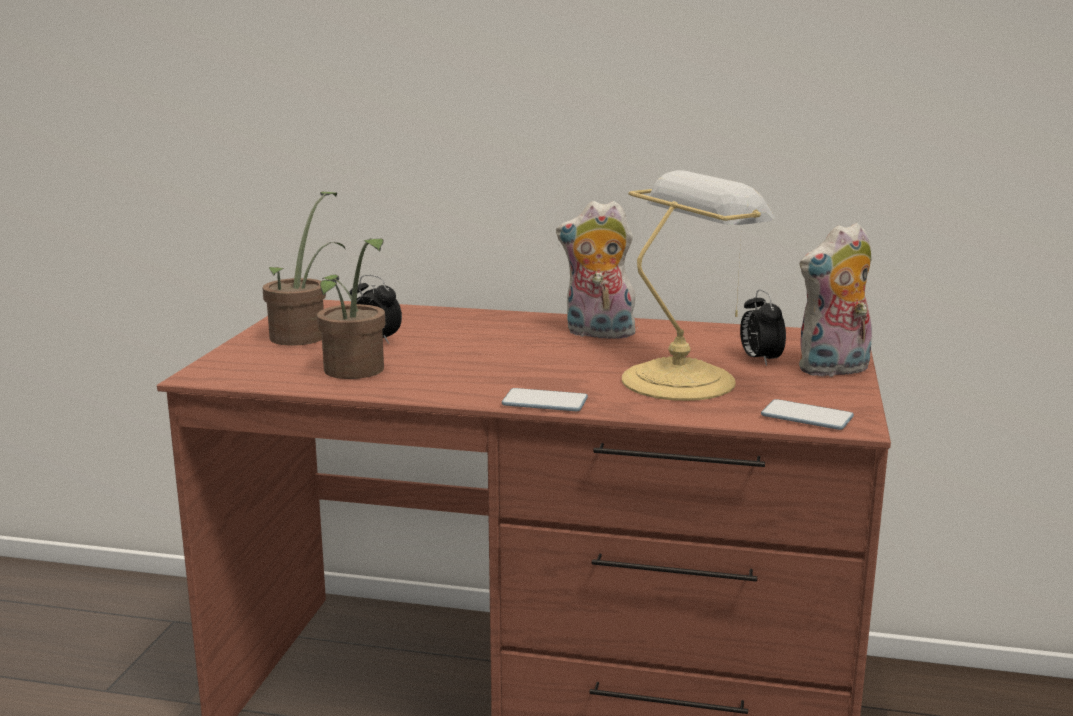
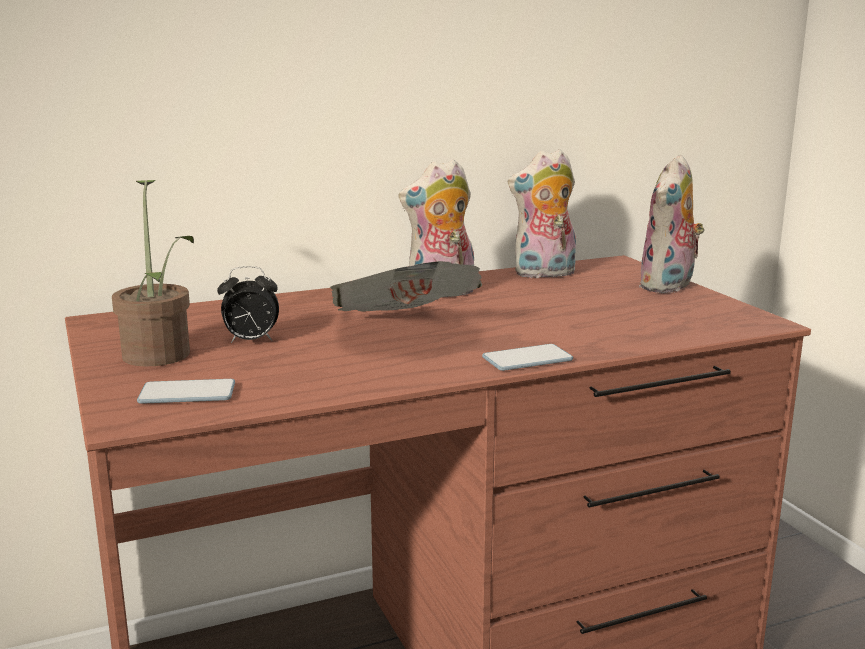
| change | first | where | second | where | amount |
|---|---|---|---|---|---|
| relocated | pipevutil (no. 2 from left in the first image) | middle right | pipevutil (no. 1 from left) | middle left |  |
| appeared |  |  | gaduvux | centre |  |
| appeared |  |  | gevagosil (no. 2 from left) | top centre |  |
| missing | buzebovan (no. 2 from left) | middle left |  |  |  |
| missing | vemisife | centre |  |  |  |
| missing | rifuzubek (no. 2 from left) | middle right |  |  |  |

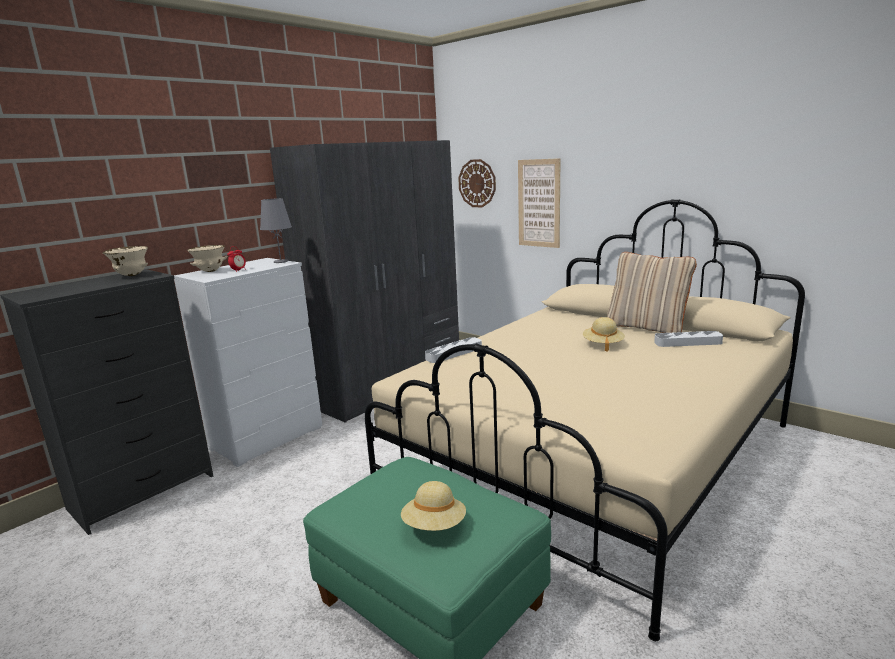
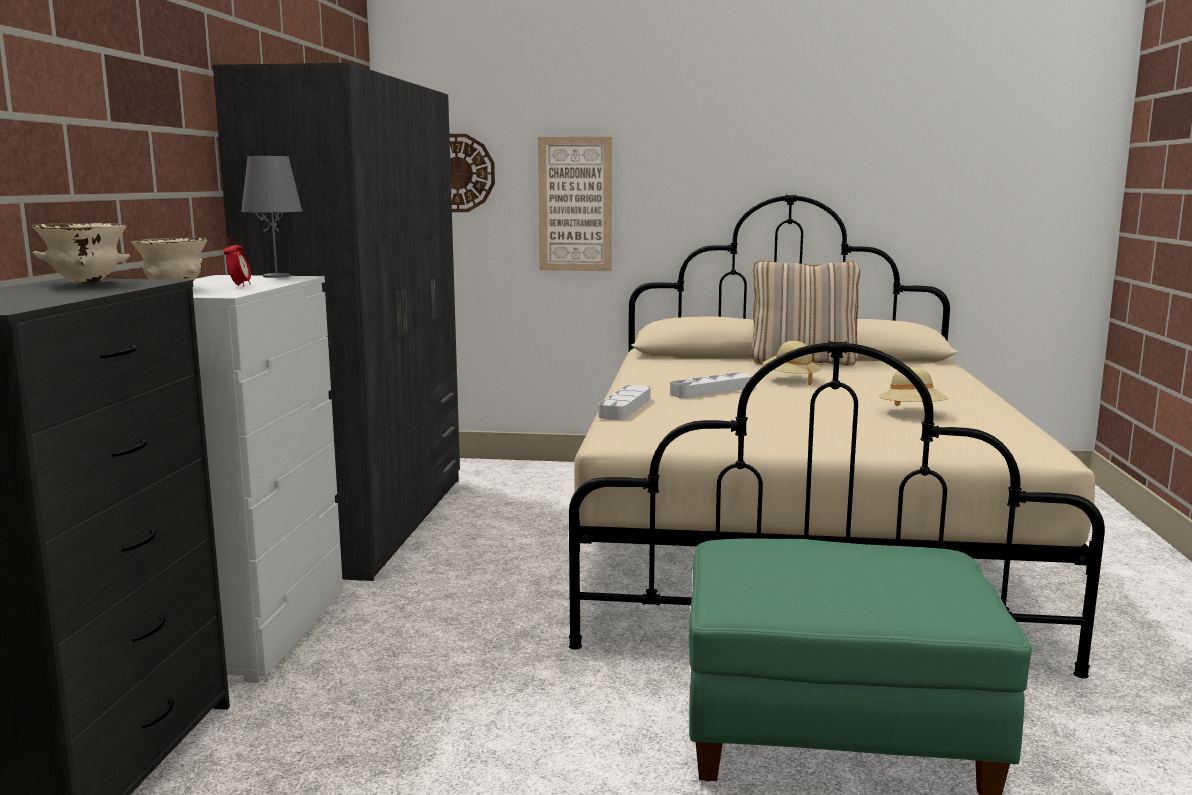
| change | first | where | second | where | amount |
|---|---|---|---|---|---|
| relocated | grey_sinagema (no. 2 from left) | middle right |  | centre |  |
| relocated | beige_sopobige (no. 1 from left in the first image) | bottom centre | beige_sopobige (no. 2 from left) | middle right |  |

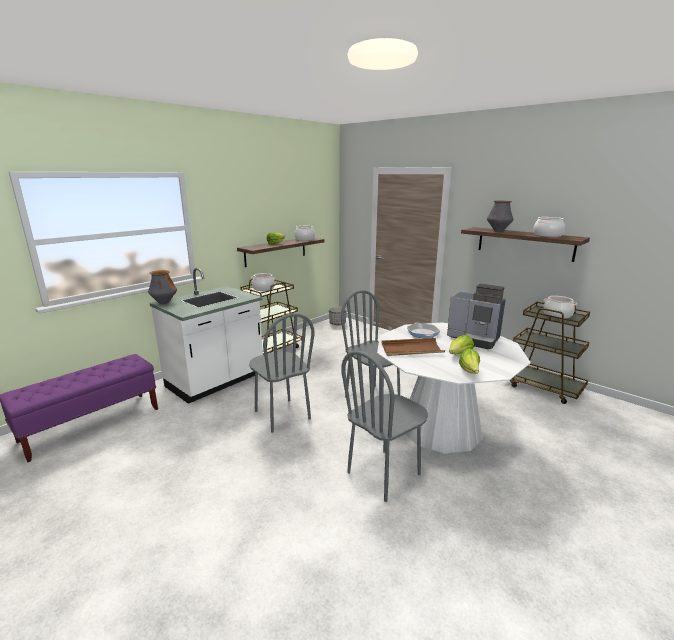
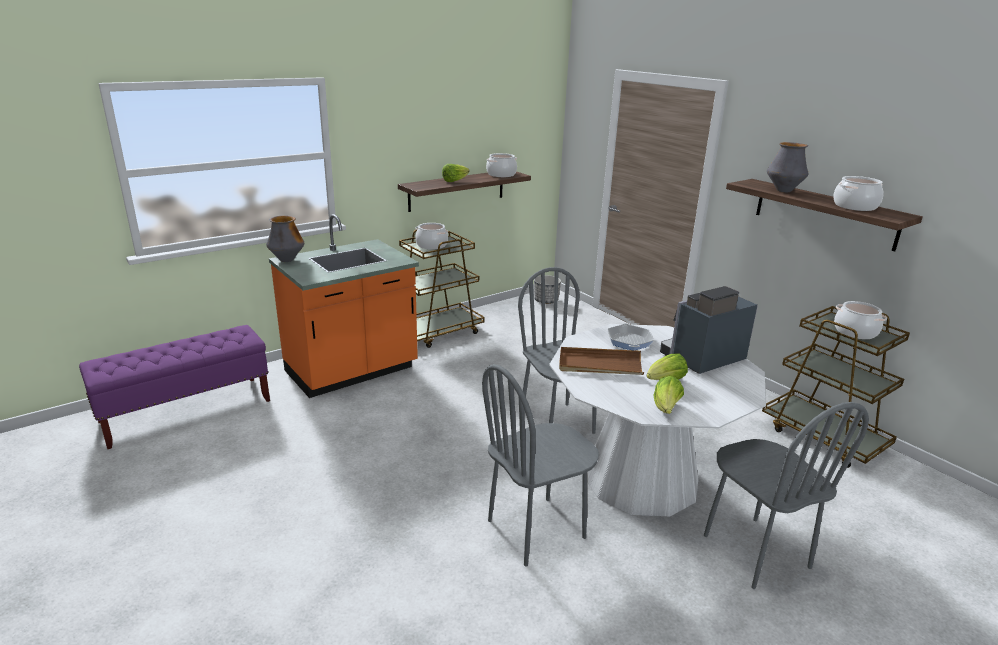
| change | first | where | second | where | amount |
|---|---|---|---|---|---|
| colour | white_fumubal | middle left | orange_fumubal | centre |  |
| spun | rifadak | middle right |  | middle right | 105 degrees clockwise |
| relocated | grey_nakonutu (no. 1 from left in the first image) | centre | grey_nakonutu (no. 3 from left) | bottom right |  |

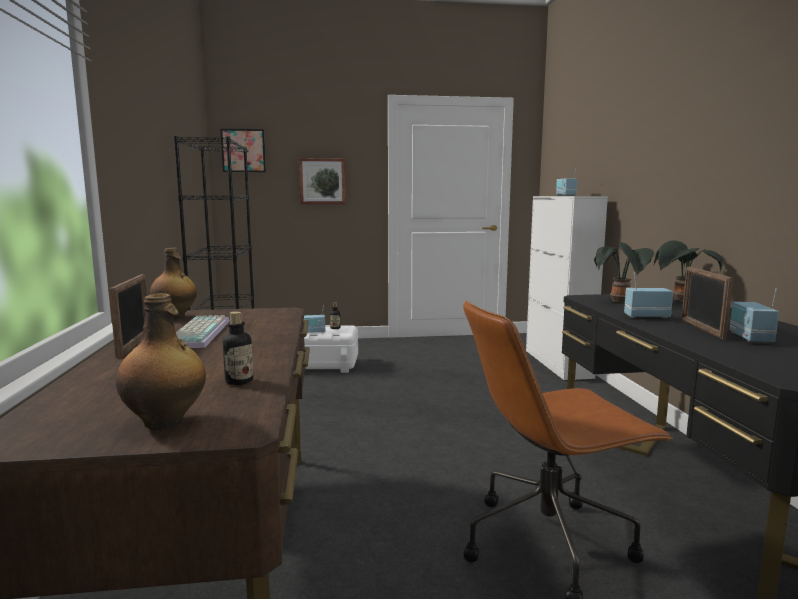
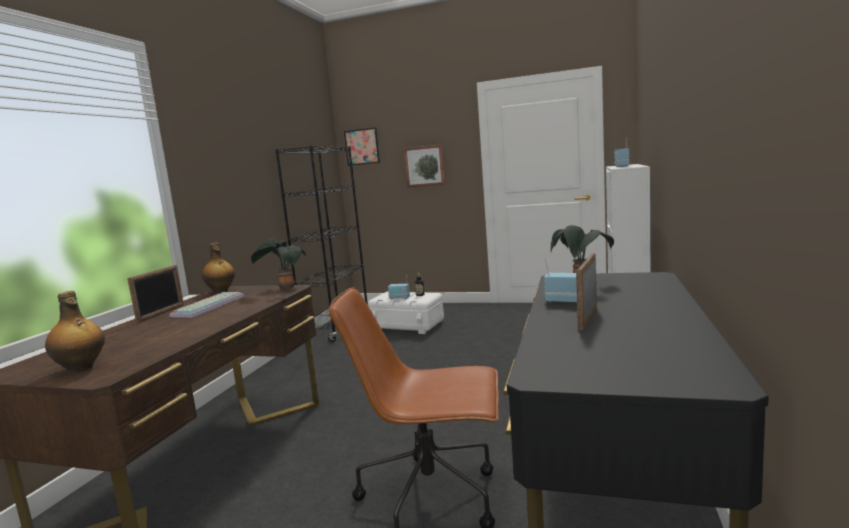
| change | first | where | second | where | amount |
|---|---|---|---|---|---|
| relocated | buzebovan (no. 2 from left in the first image) | middle right | buzebovan (no. 1 from left) | middle left |  |
| missing | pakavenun (no. 3 from left) | middle left |  |  |  |
| missing | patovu (no. 4 from left) | middle right |  |  |  |

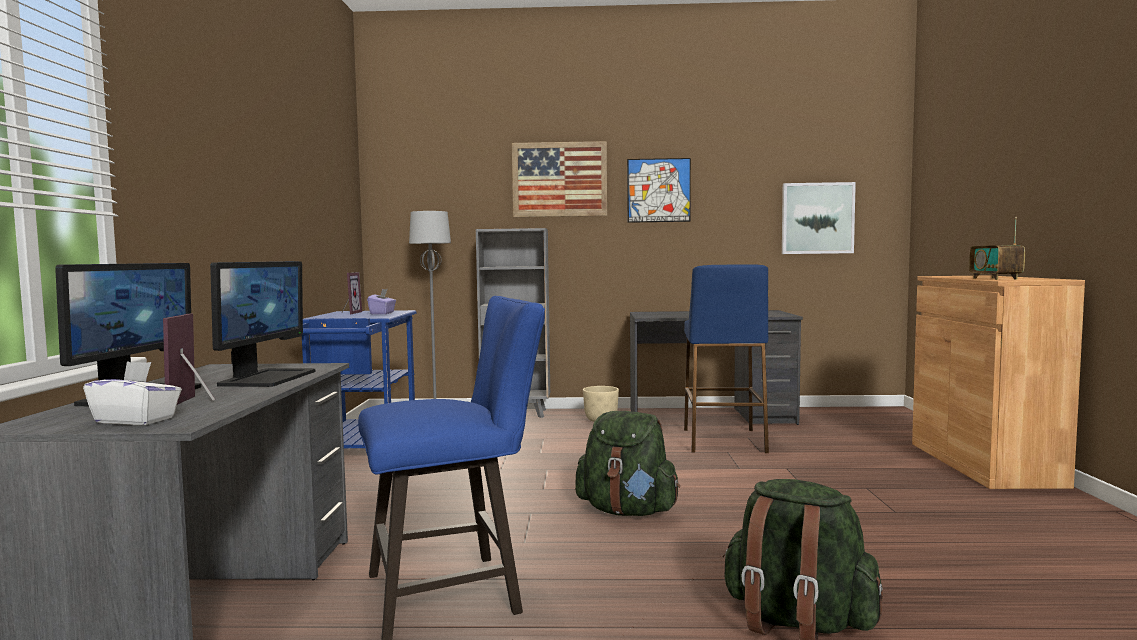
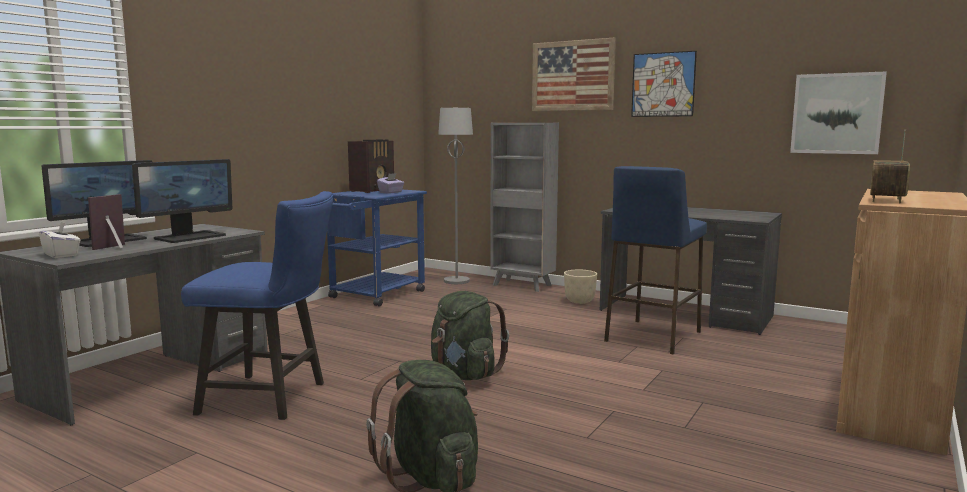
| change | first | where | second | where | amount |
|---|---|---|---|---|---|
| exchanged | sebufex (no. 2 from left) | middle left | patovu (no. 1 from left) | centre |  |

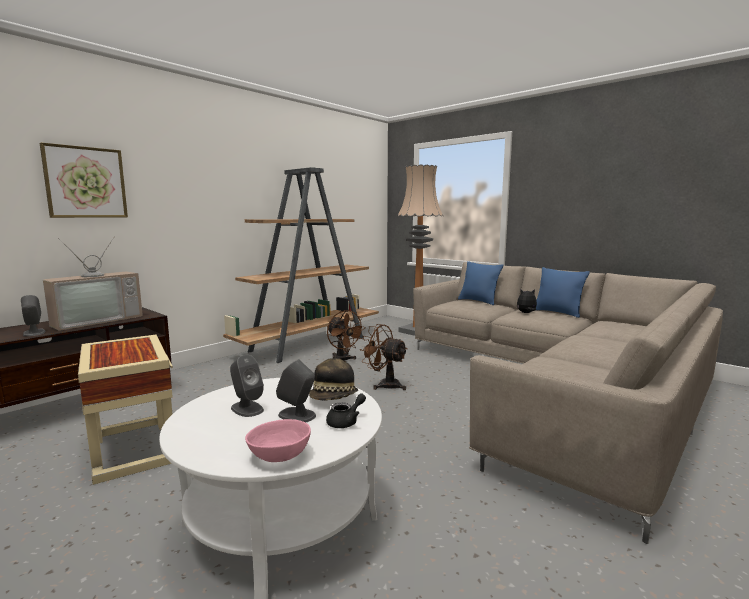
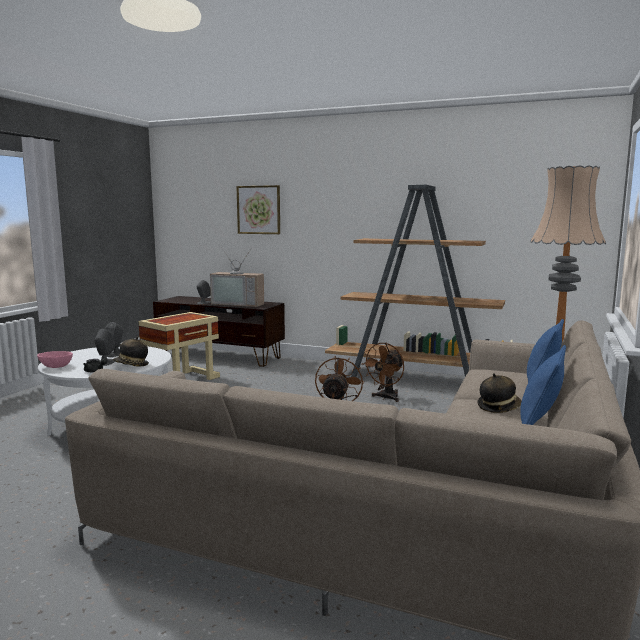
| change | first | where | second | where | amount |
|---|---|---|---|---|---|
| exchanged | gevagosil | middle right | sopobige (no. 2 from left) | middle right |  |

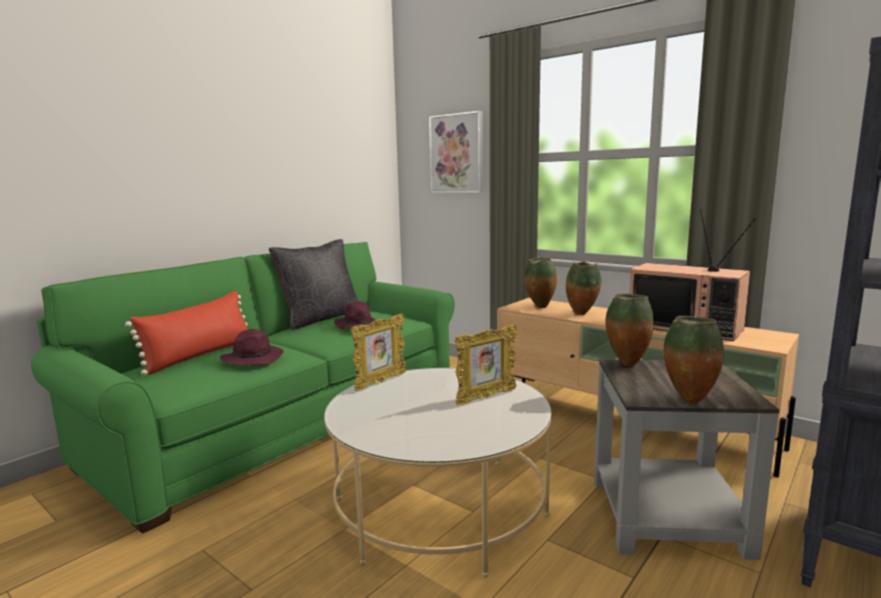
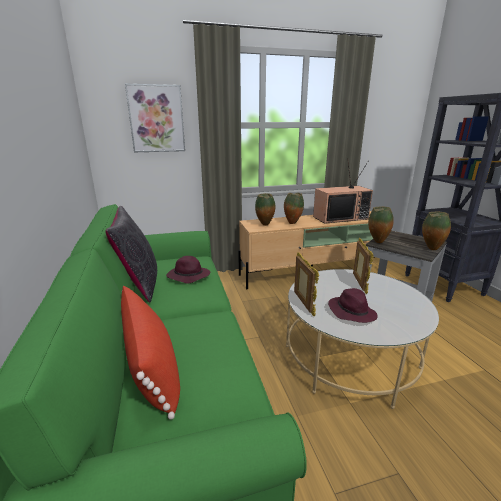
| change | first | where | second | where | amount |
|---|---|---|---|---|---|
| relocated | purple_sopobige (no. 1 from left in the first image) | middle left | purple_sopobige (no. 2 from left) | middle right |  |

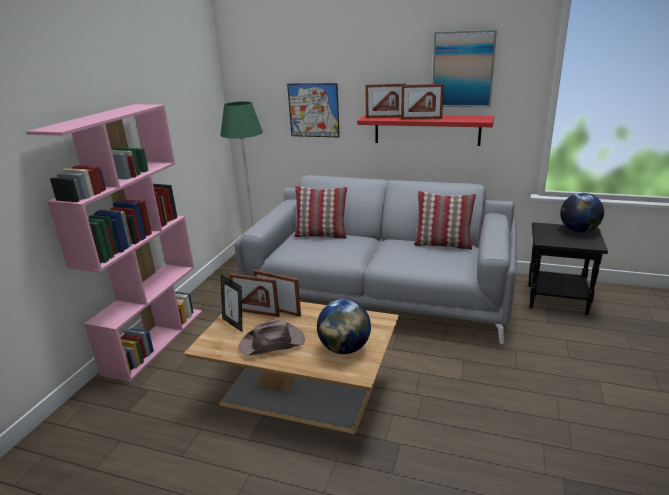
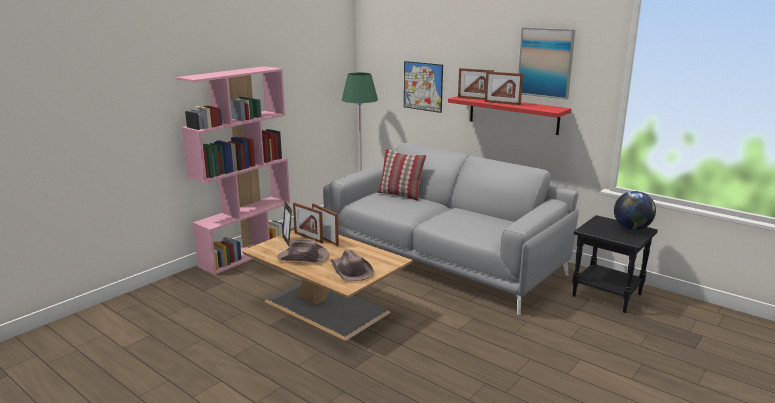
| change | first | where | second | where | amount |
|---|---|---|---|---|---|
| exchanged | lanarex (no. 1 from left) | centre | brown_sopobige (no. 2 from left) | centre |  |
| missing | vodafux (no. 2 from left) | centre |  |  |  |

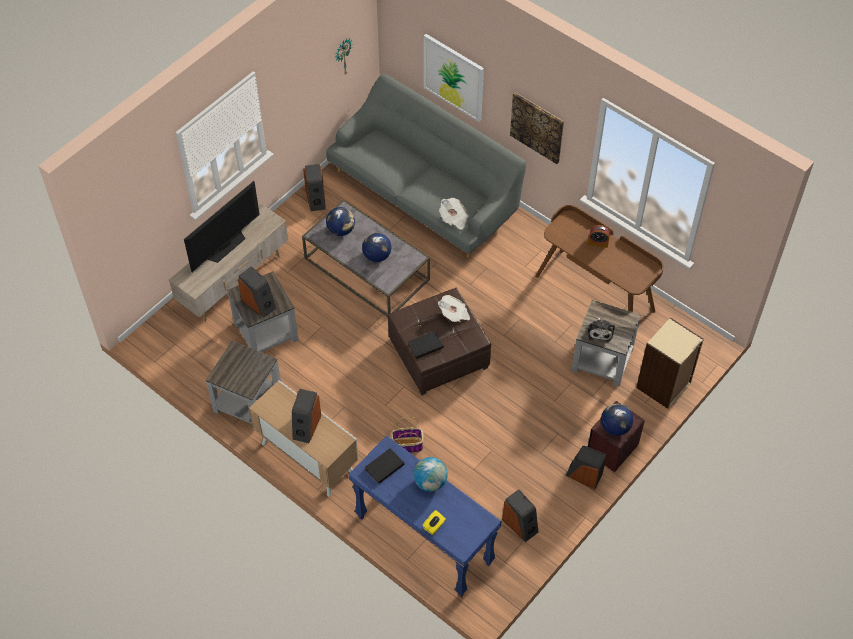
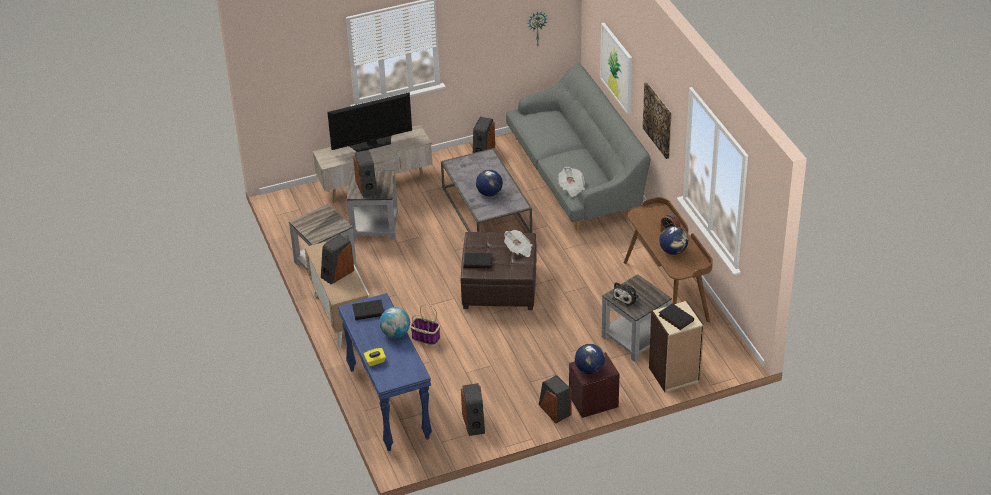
| change | first | where | second | where | amount |
|---|---|---|---|---|---|
| relocated | lanarex (no. 1 from left in the first image) | centre | lanarex (no. 4 from left) | middle right |  |
| appeared |  |  | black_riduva (no. 3 from left) | middle right |  |

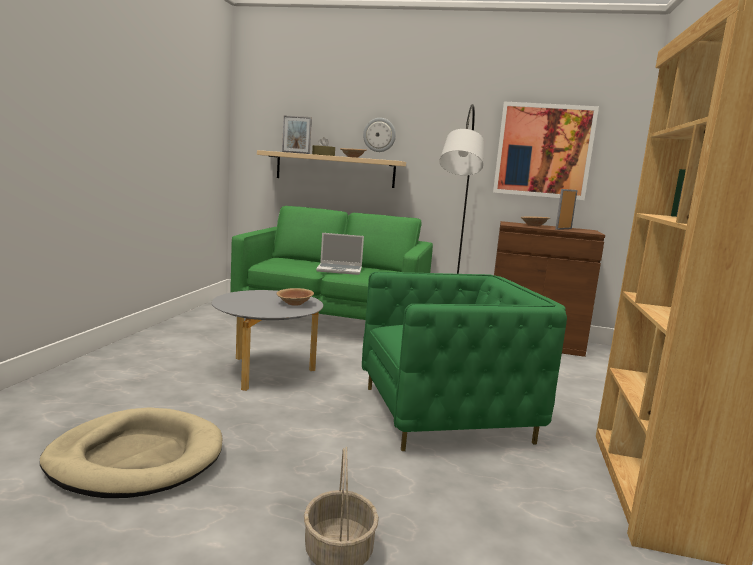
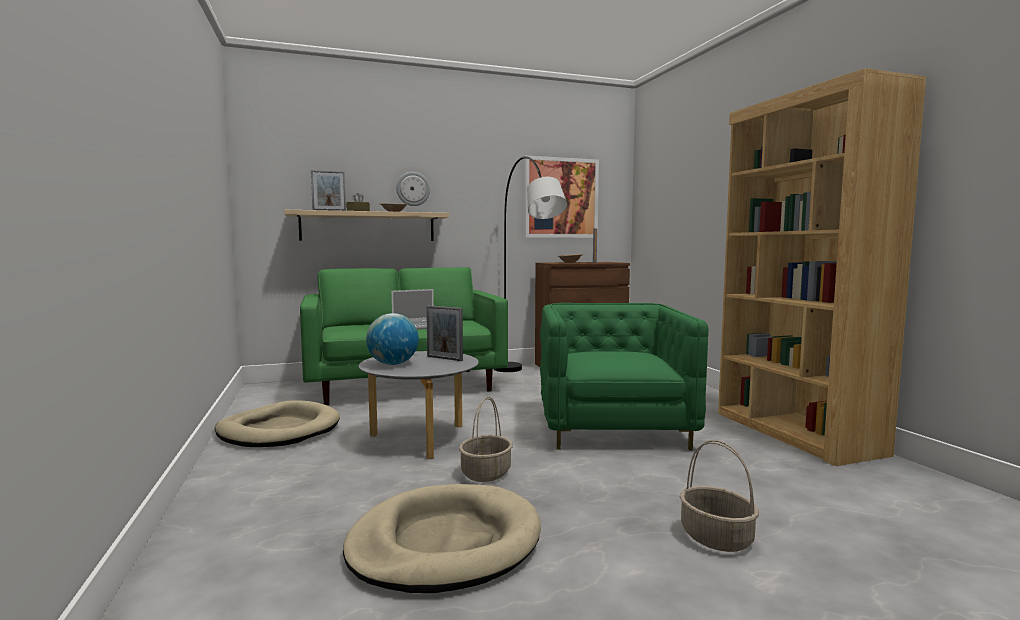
| change | first | where | second | where | amount |
|---|---|---|---|---|---|
| appeared |  |  | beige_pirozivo (no. 1 from left) | bottom left |  |
| appeared |  |  | lanarex | centre |  |
| exchanged | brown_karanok (no. 1 from left) | centre | sebufex (no. 2 from left) | centre |  |
| appeared |  |  | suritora (no. 1 from left) | bottom centre |  |
| spun | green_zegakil | centre |  | centre | 45 degrees counterclockwise |

